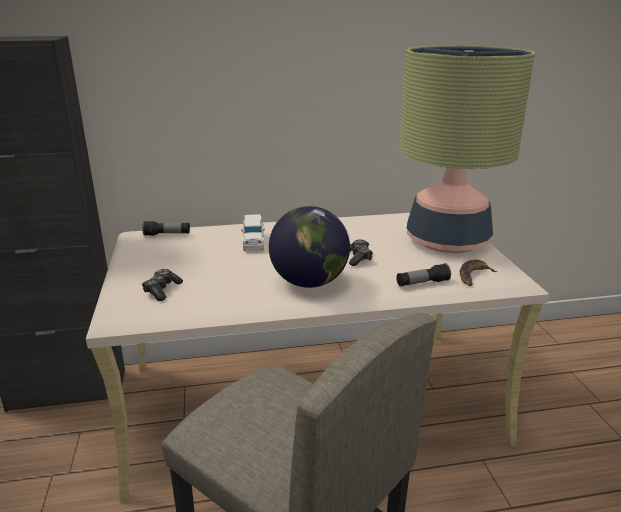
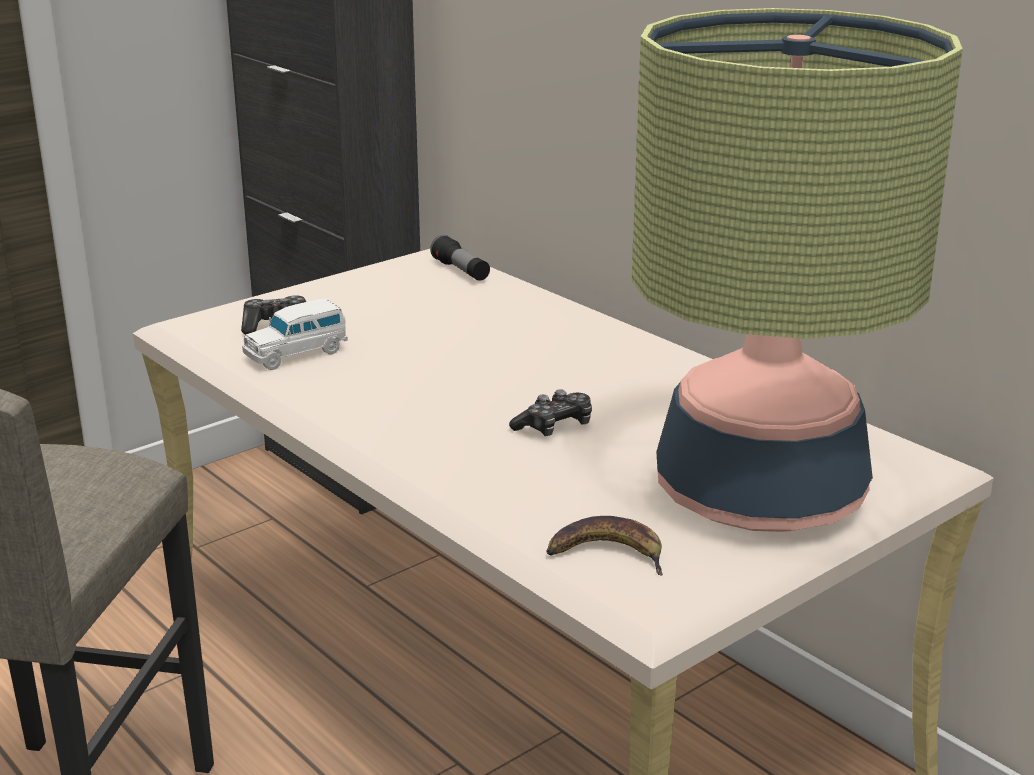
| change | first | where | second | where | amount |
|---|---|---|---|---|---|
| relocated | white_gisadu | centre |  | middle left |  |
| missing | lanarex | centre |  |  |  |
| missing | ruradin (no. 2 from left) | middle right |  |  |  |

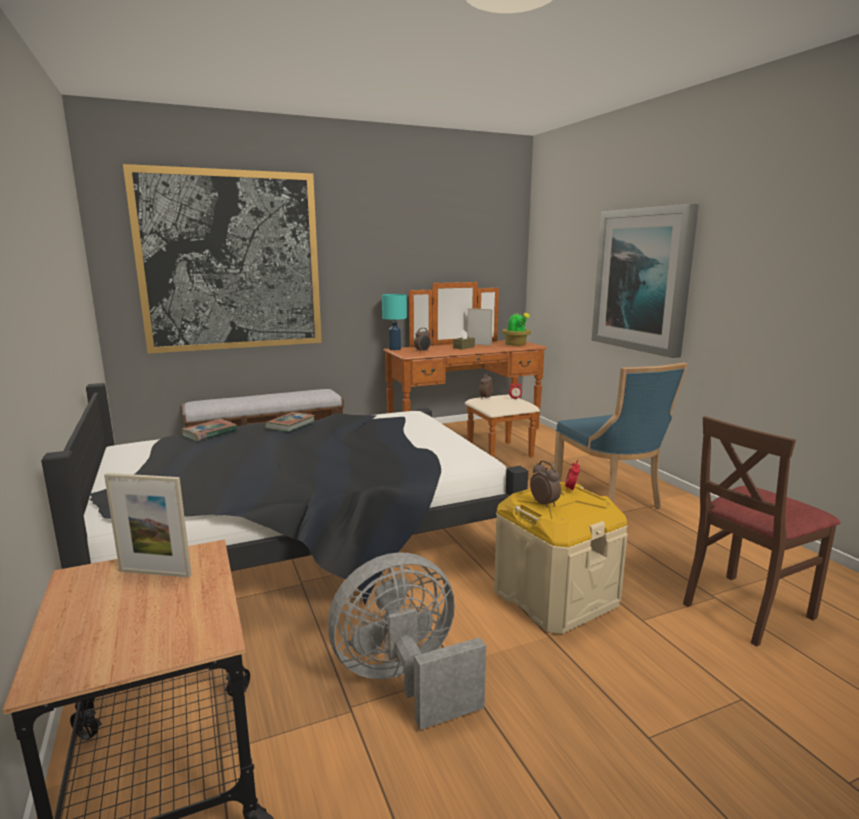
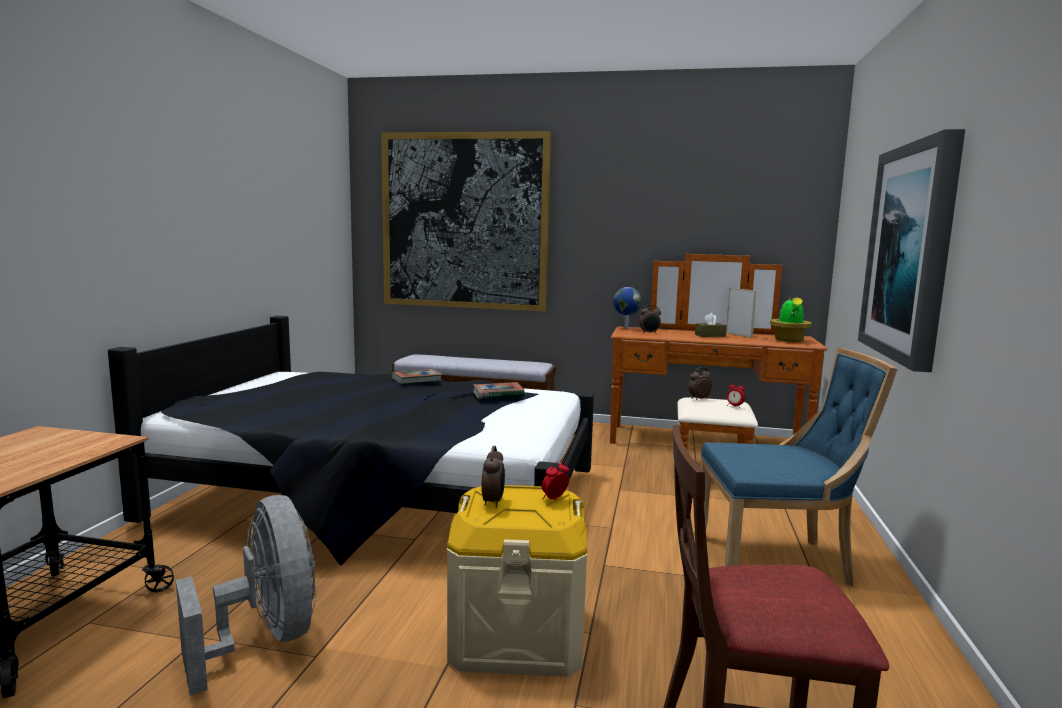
| change | first | where | second | where | amount |
|---|---|---|---|---|---|
| spun | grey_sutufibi | bottom centre |  | bottom left | 45 degrees clockwise |
| relocated | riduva (no. 1 from left in the first image) | middle left | riduva (no. 2 from left) | centre |  |
| exchanged | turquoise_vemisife | centre | lanarex | centre |  |
| spun | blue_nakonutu | middle right |  | middle right | 105 degrees counterclockwise |
| missing | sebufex (no. 1 from left) | middle left |  |  |  |

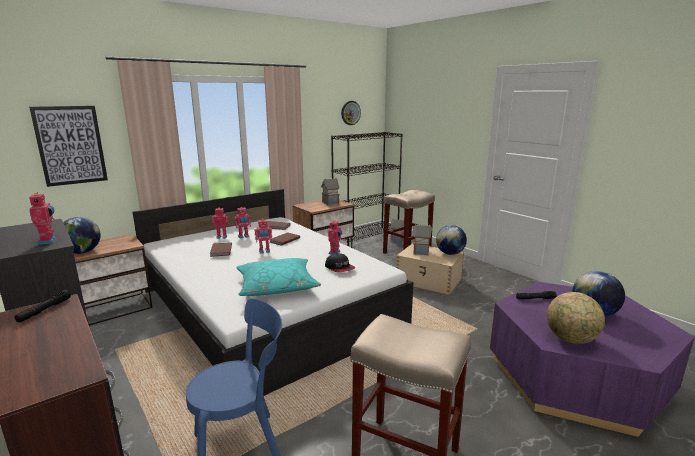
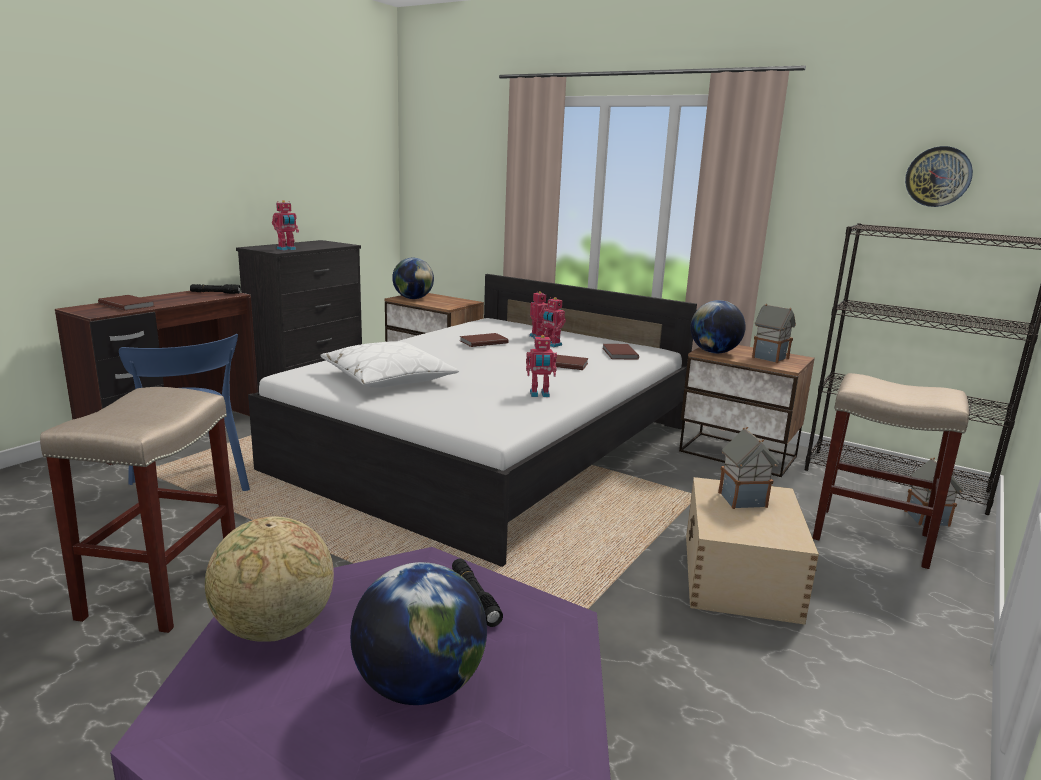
| change | first | where | second | where | amount |
|---|---|---|---|---|---|
| appeared |  |  | brown_riduva (no. 1 from left) | middle left |  |
| colour | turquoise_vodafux | centre | white_vodafux | centre |  |
| relocated | lanarex (no. 2 from left in the first image) | centre | lanarex (no. 4 from left) | middle right |  |
| missing | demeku | top left |  |  |  |
| missing | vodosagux (no. 4 from left) | centre |  |  |  |
| missing | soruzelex | centre |  |  |  |

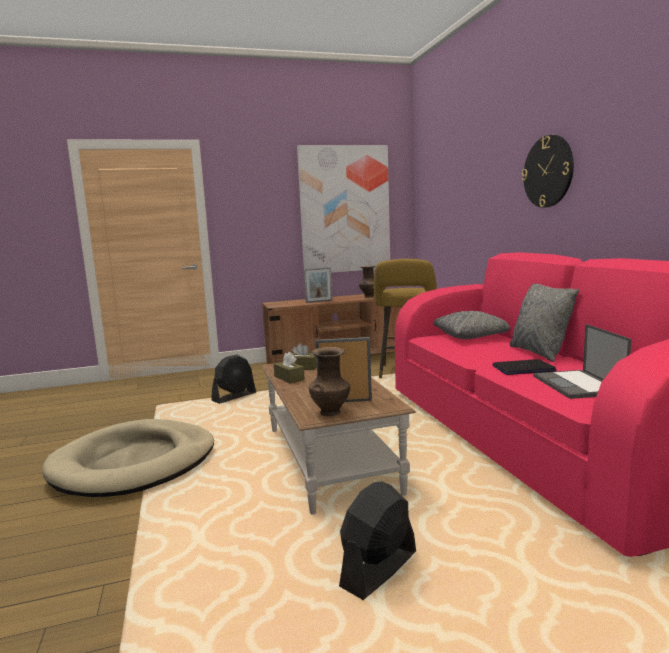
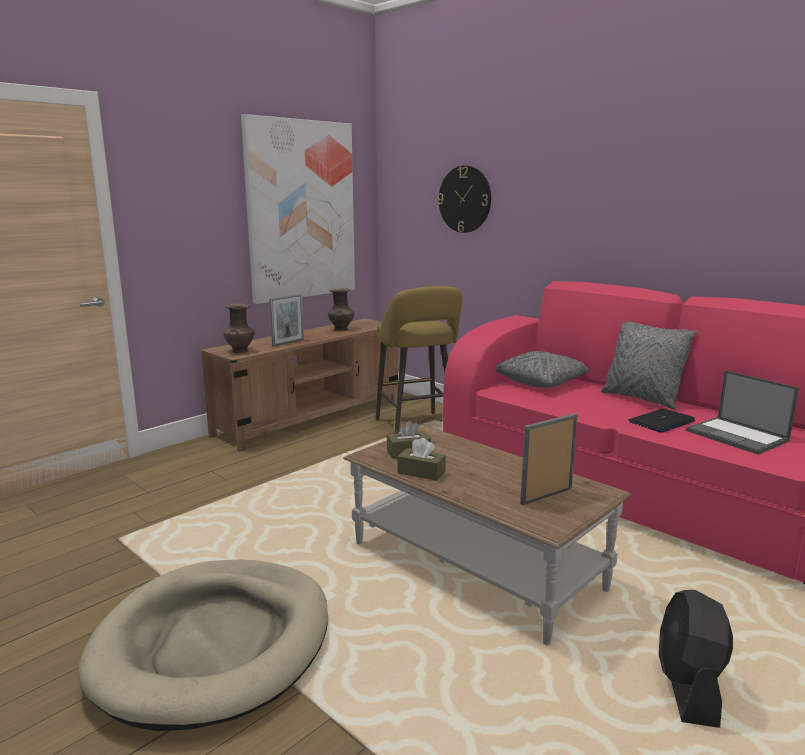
| change | first | where | second | where | amount |
|---|---|---|---|---|---|
| relocated | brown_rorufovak (no. 1 from left) | centre |  | middle left |  |
| relocated | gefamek | top right |  | top centre |  |
| missing | black_sutufibi (no. 1 from left) | centre |  |  |  |

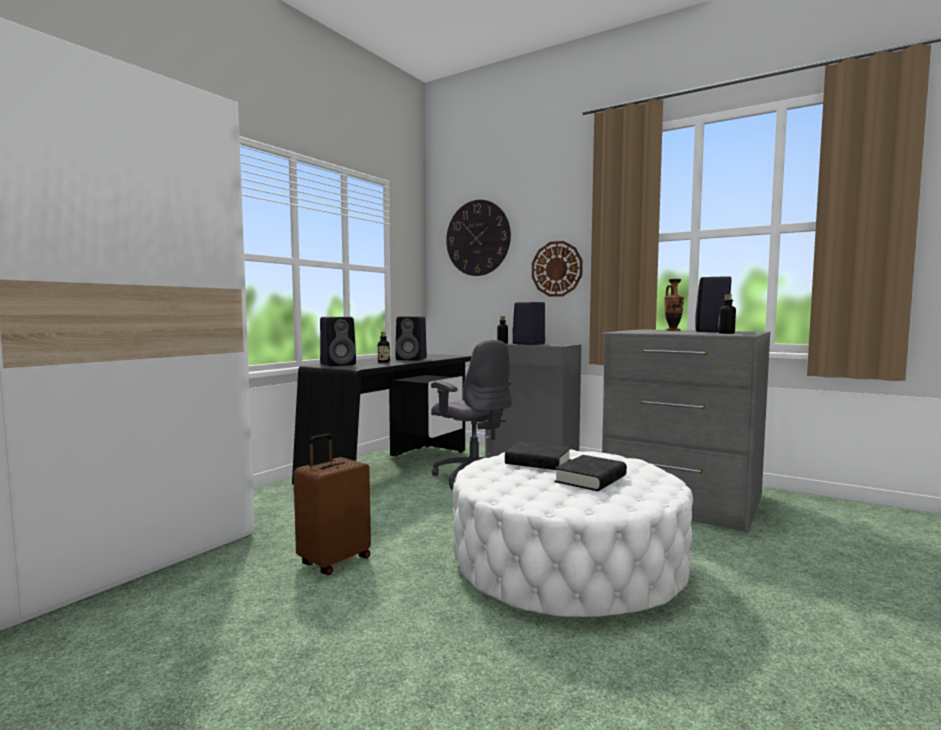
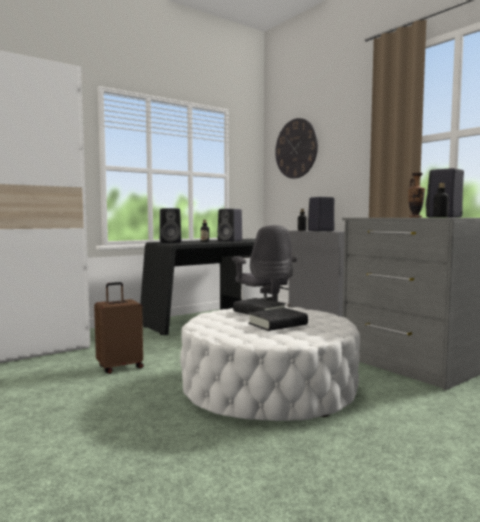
| change | first | where | second | where | amount |
|---|---|---|---|---|---|
| missing | gefamek (no. 2 from left) | centre |  |  |  |

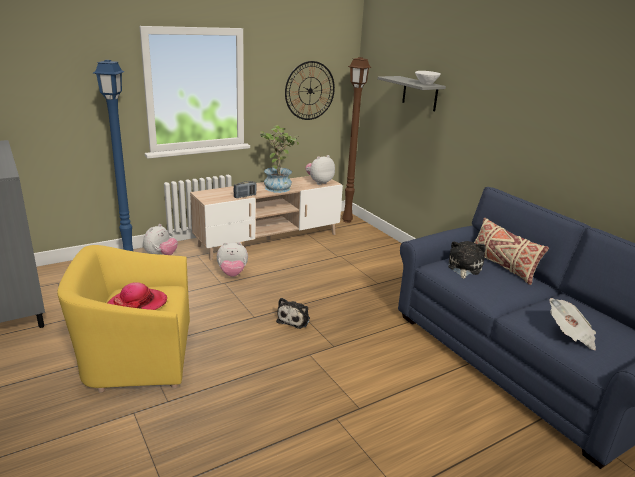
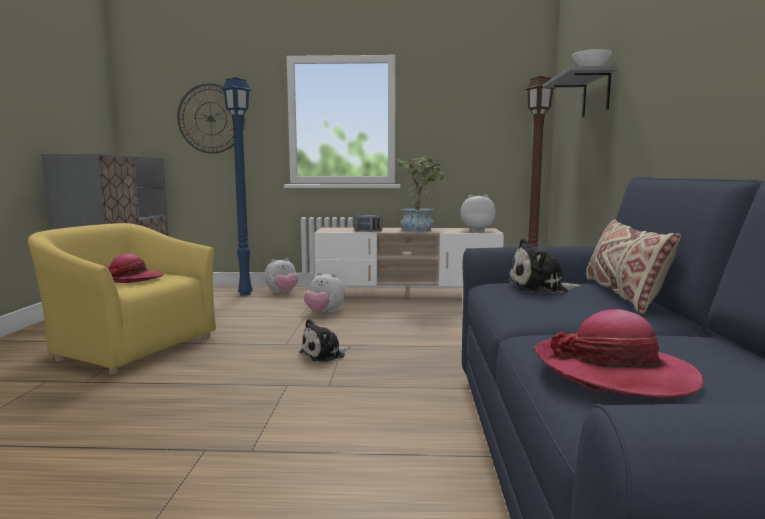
| change | first | where | second | where | amount |
|---|---|---|---|---|---|
| relocated | gefamek | top centre |  | top left |  |
| spun | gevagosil (no. 5 from left) | middle right |  | middle right | 150 degrees counterclockwise |
| exchanged | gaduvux | bottom right | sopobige (no. 2 from left) | bottom right |  |

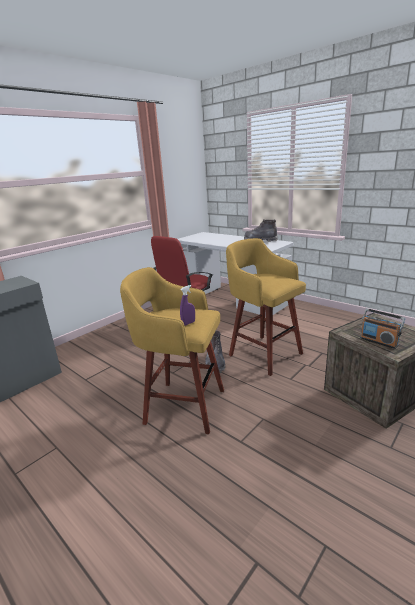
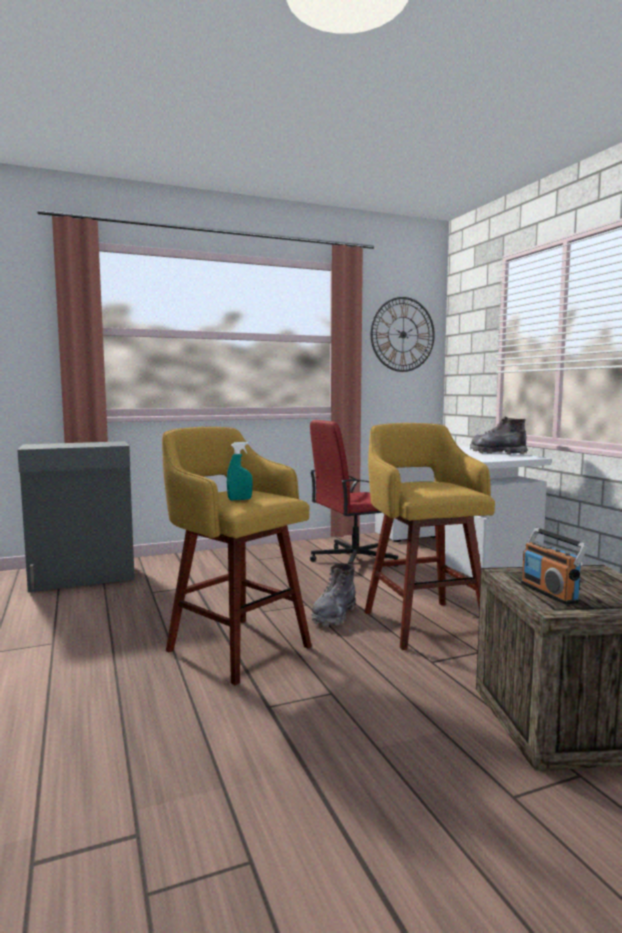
| change | first | where | second | where | amount |
|---|---|---|---|---|---|
| colour | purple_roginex | centre | turquoise_roginex | centre |  |
| appeared |  |  | gefamek | centre |  |

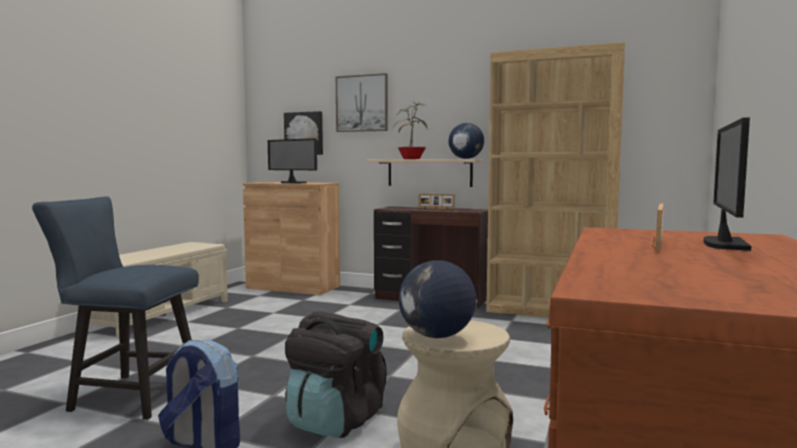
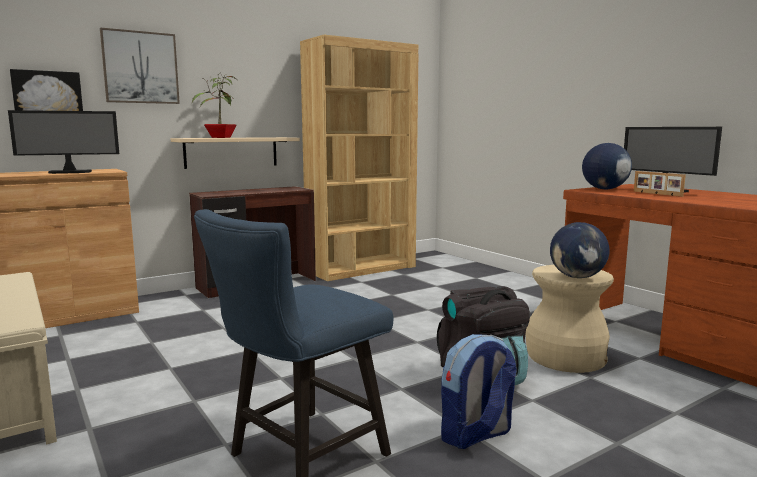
| change | first | where | second | where | amount |
|---|---|---|---|---|---|
| relocated | lanarex (no. 2 from left) | top centre |  | middle right |  |
| missing | sebufex (no. 1 from left) | centre |  |  |  |

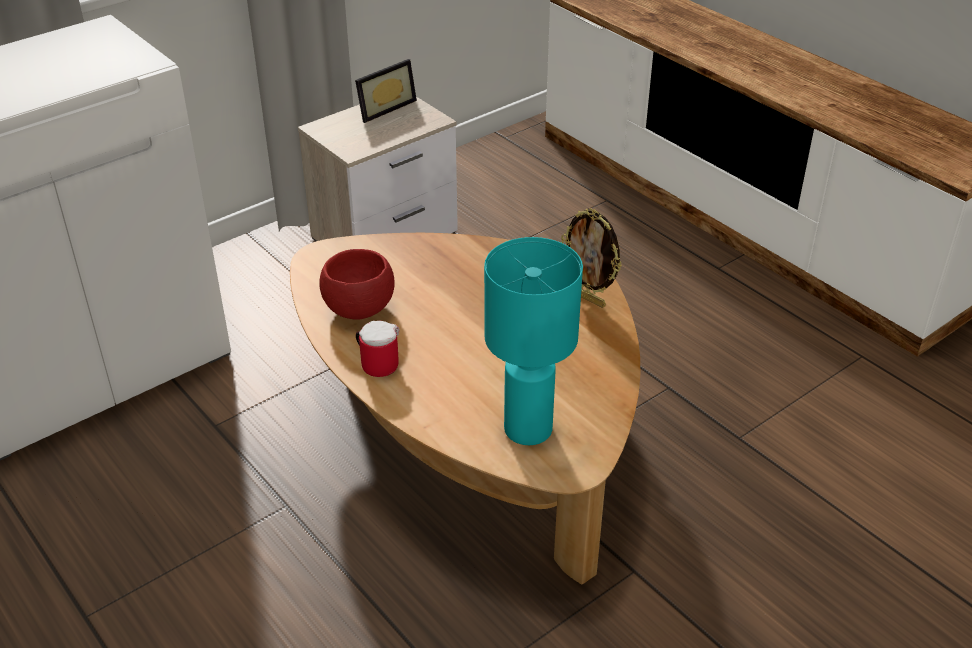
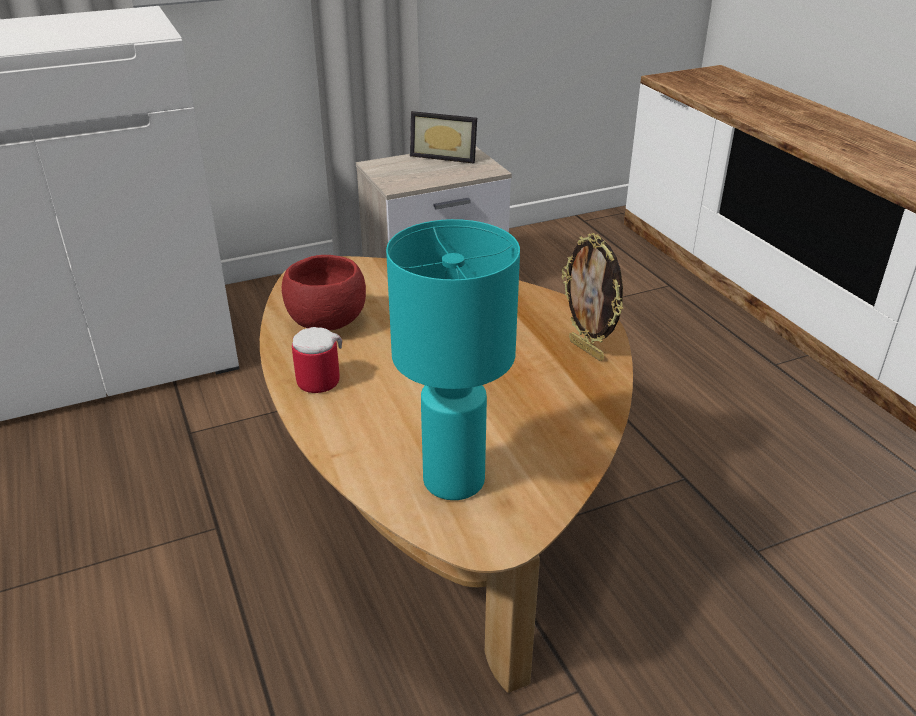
| change | first | where | second | where | amount |
|---|---|---|---|---|---|
| spun | sebufex (no. 1 from left) | top centre |  | top centre | 45 degrees clockwise |

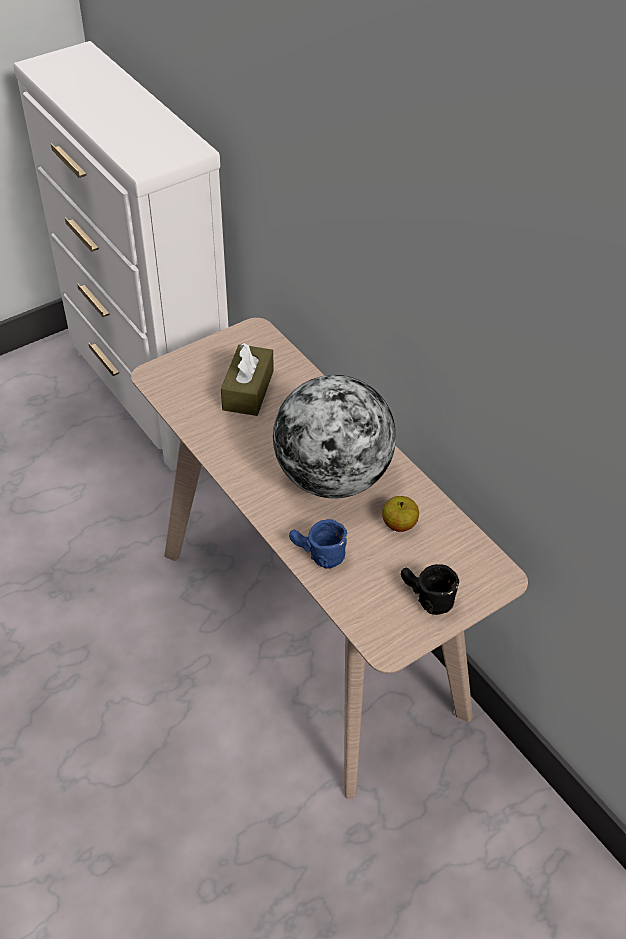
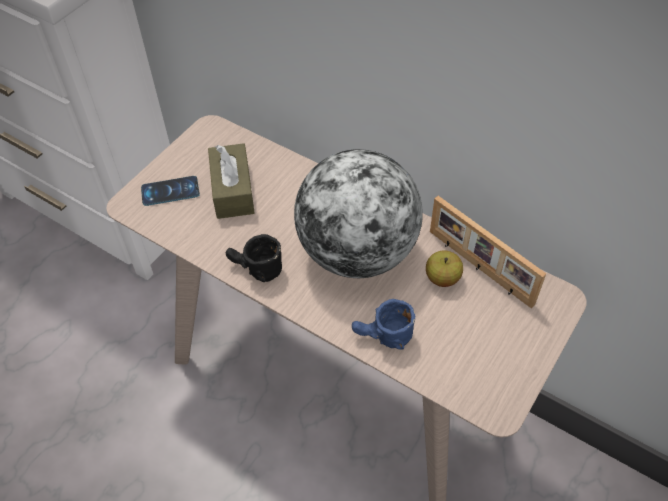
| change | first | where | second | where | amount |
|---|---|---|---|---|---|
| appeared |  |  | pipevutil | middle left |  |
| relocated | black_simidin | middle right |  | centre |  |
| appeared |  |  | sebufex | middle right |  |

